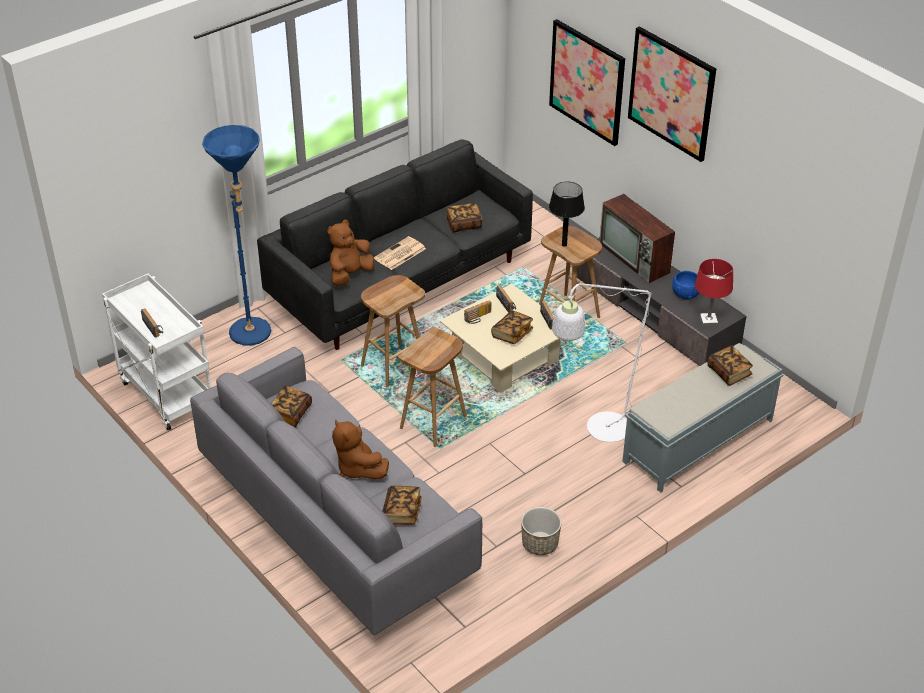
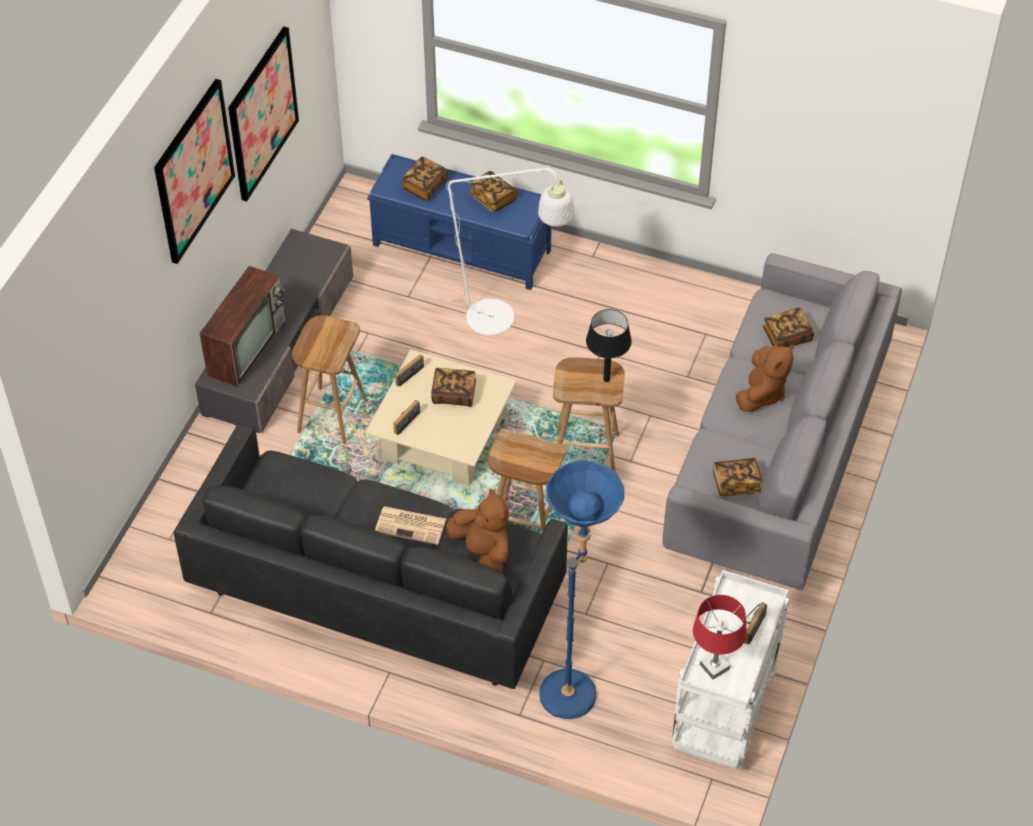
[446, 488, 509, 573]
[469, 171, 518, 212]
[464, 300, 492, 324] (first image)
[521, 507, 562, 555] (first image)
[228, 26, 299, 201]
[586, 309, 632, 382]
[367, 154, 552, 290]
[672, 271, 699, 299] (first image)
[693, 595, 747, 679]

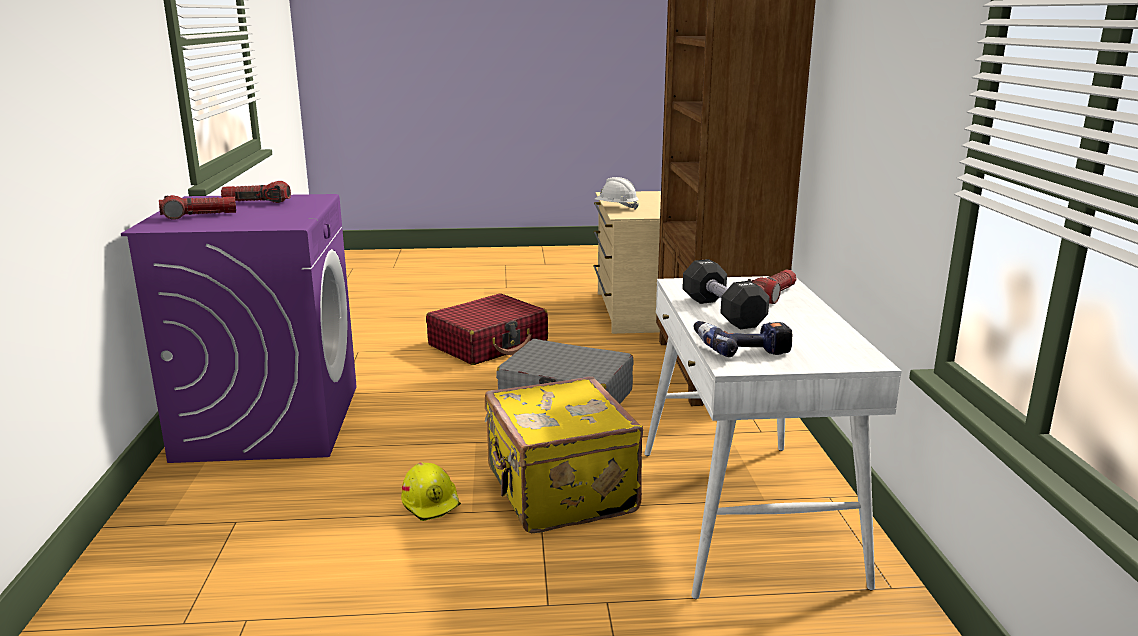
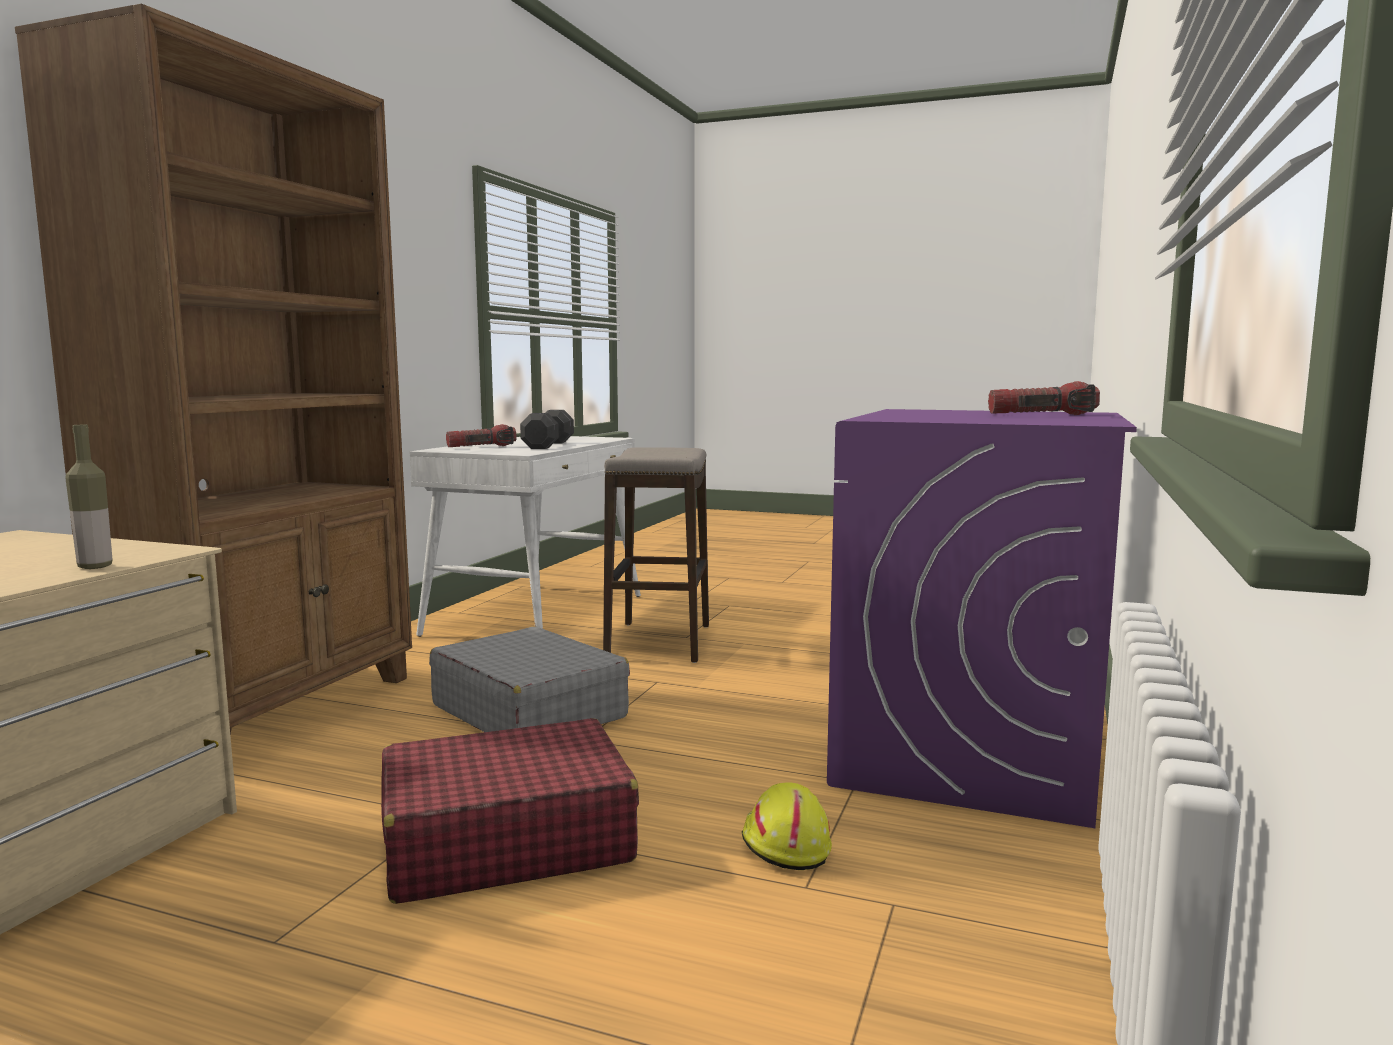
[221, 181, 291, 203] (first image)
[741, 782, 832, 870]
[603, 447, 709, 663]
[65, 425, 112, 569]
[694, 321, 793, 357] (first image)

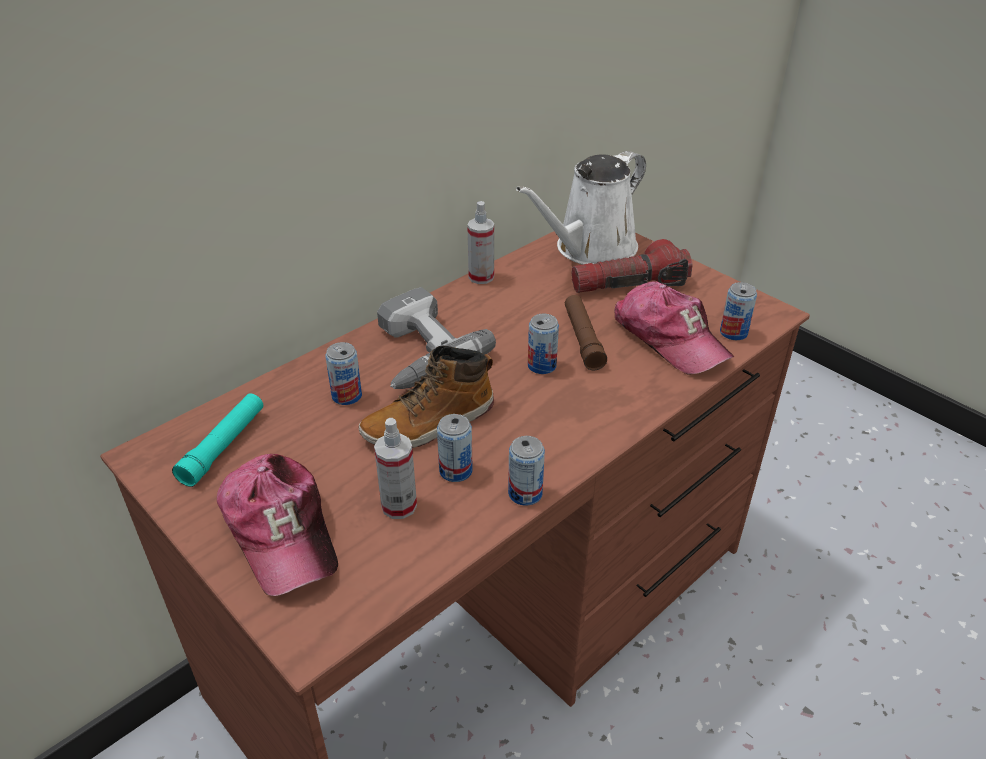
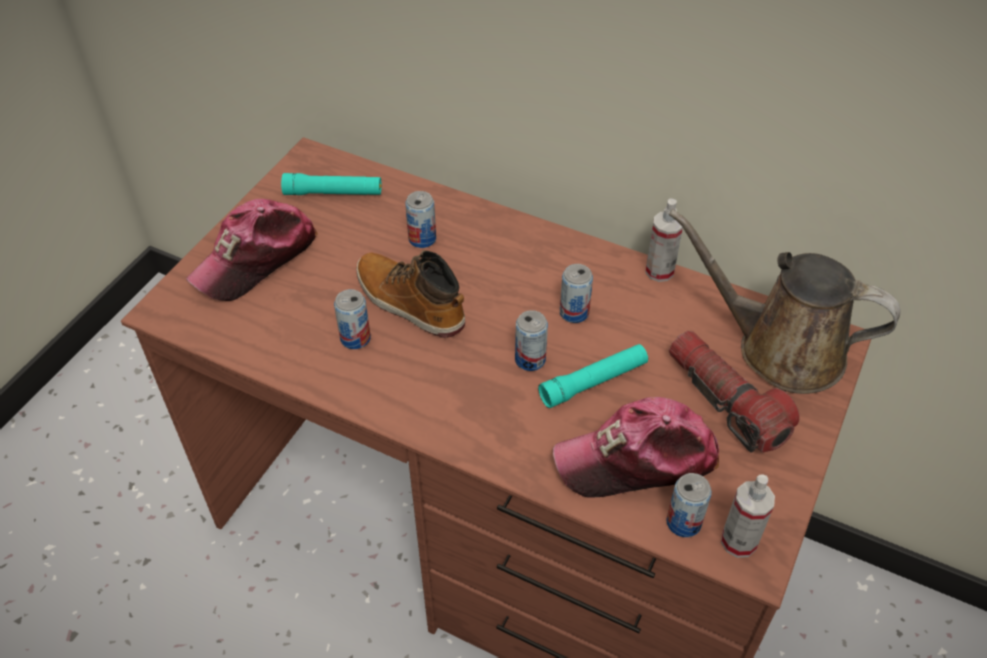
[721, 474, 775, 558]
[377, 287, 496, 389] (first image)
[560, 264, 593, 323]
[669, 209, 900, 394]
[538, 344, 648, 408]
[553, 397, 719, 497]

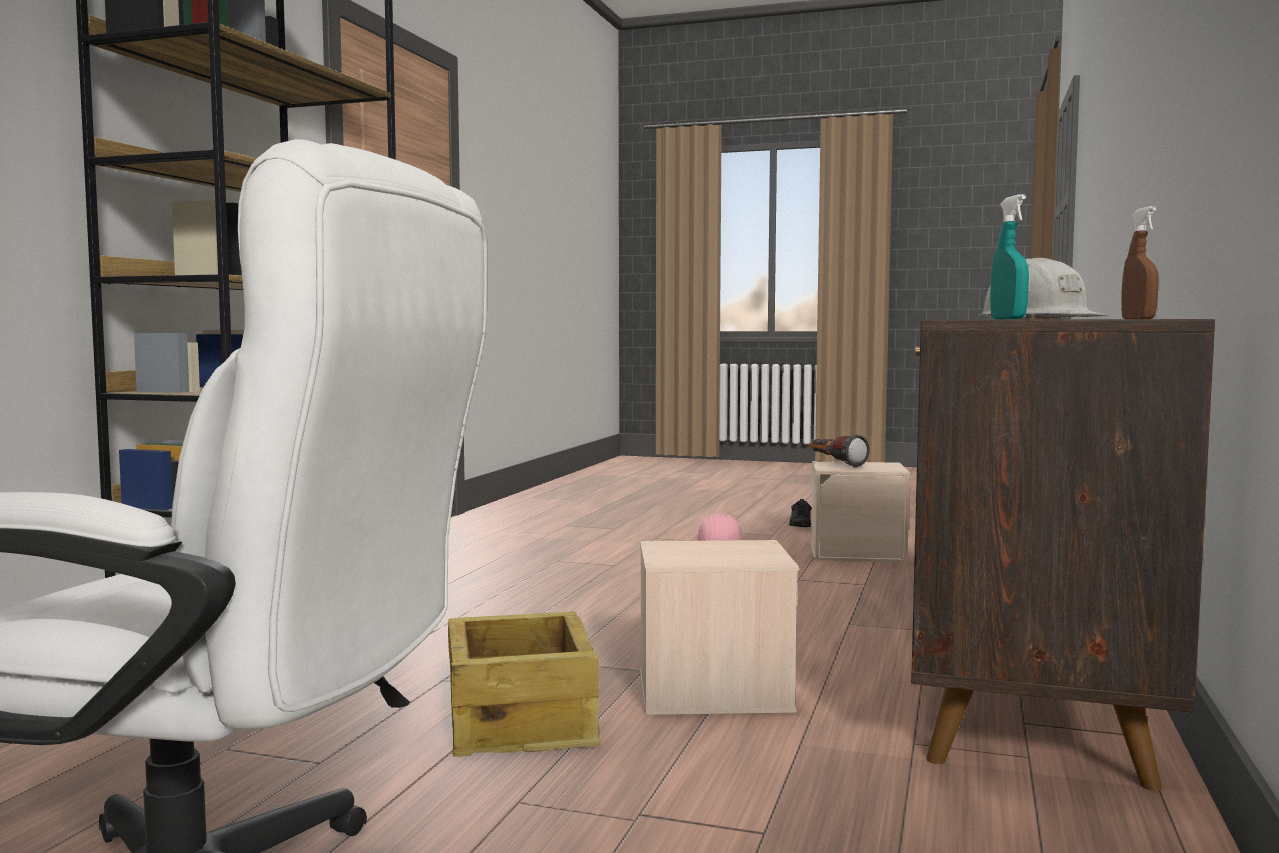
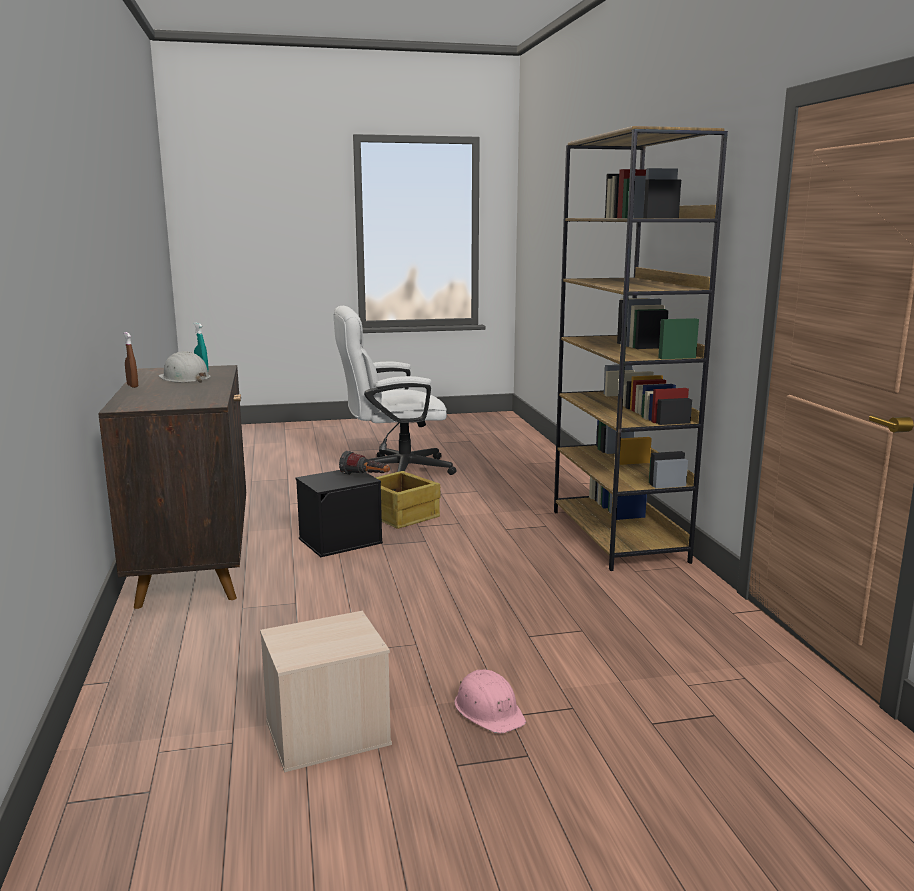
[296, 470, 383, 557]
[789, 499, 812, 527] (first image)
[339, 451, 390, 475]

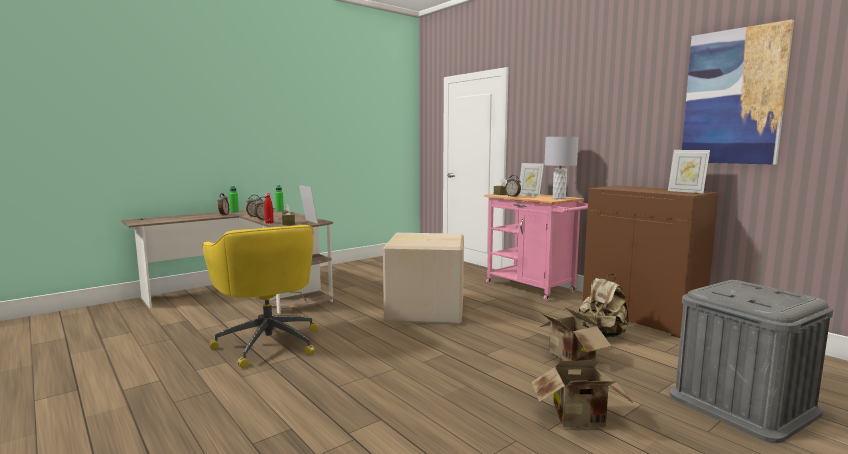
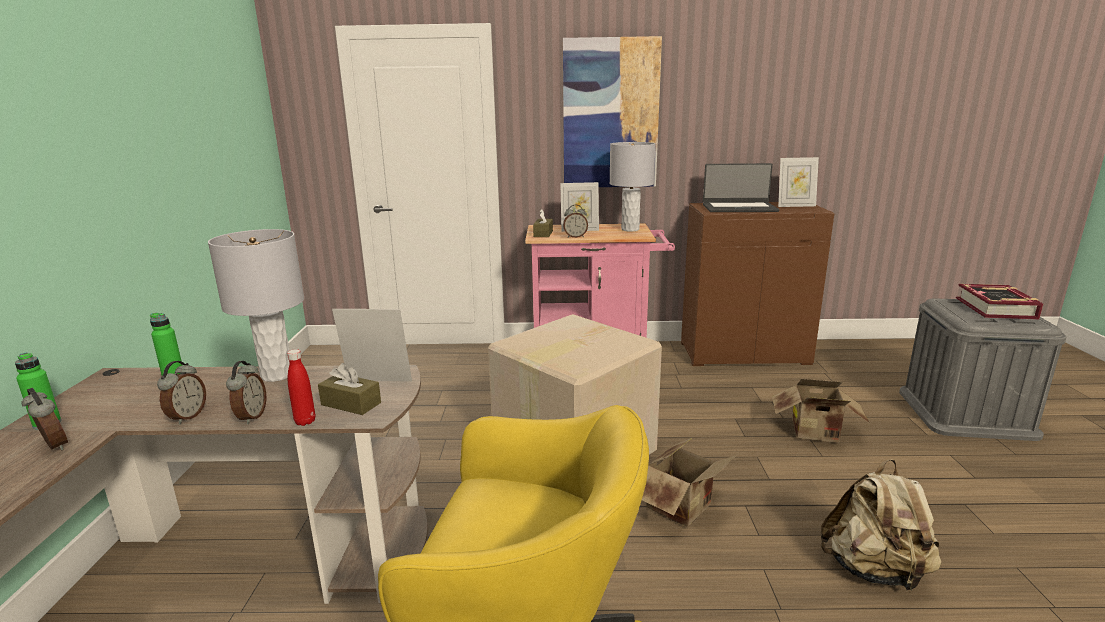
[642, 438, 737, 527]
[821, 459, 942, 592]
[563, 36, 662, 187]
[208, 229, 304, 382]
[703, 163, 780, 212]
[956, 284, 1043, 320]

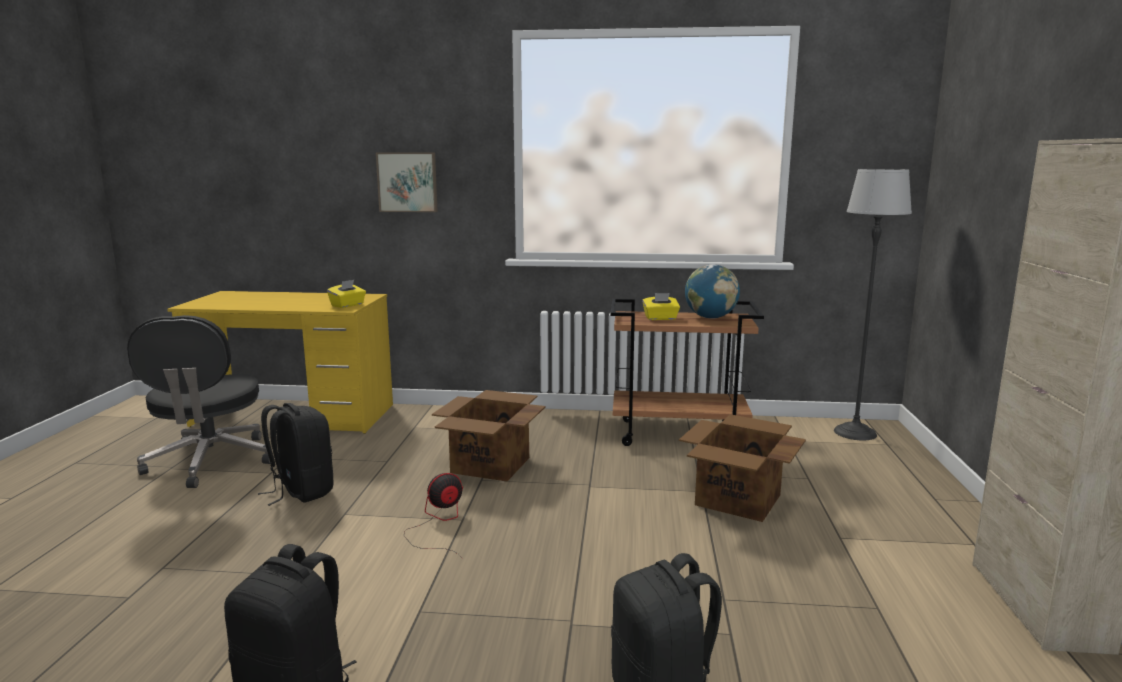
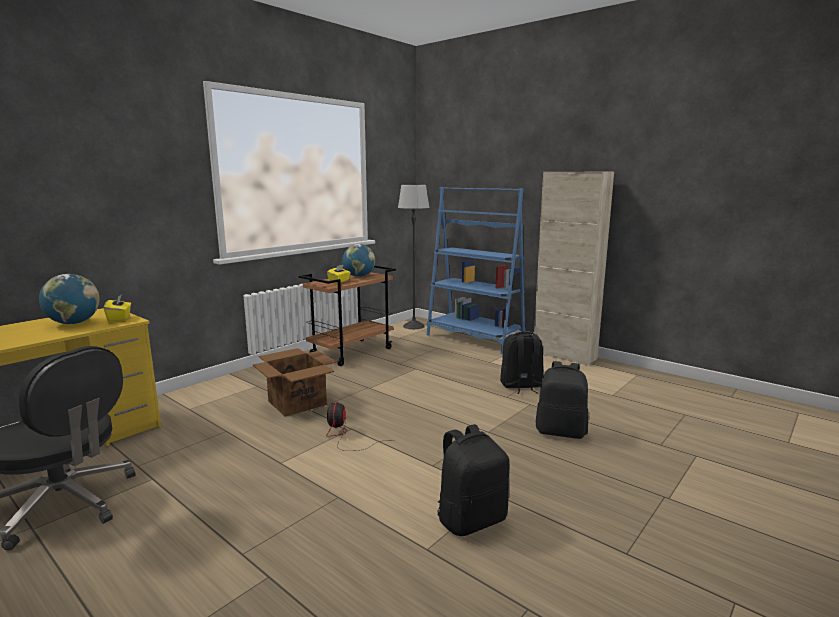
[500, 332, 543, 394]
[376, 153, 438, 212] (first image)
[679, 414, 806, 522] (first image)
[39, 274, 100, 324]
[426, 187, 526, 354]

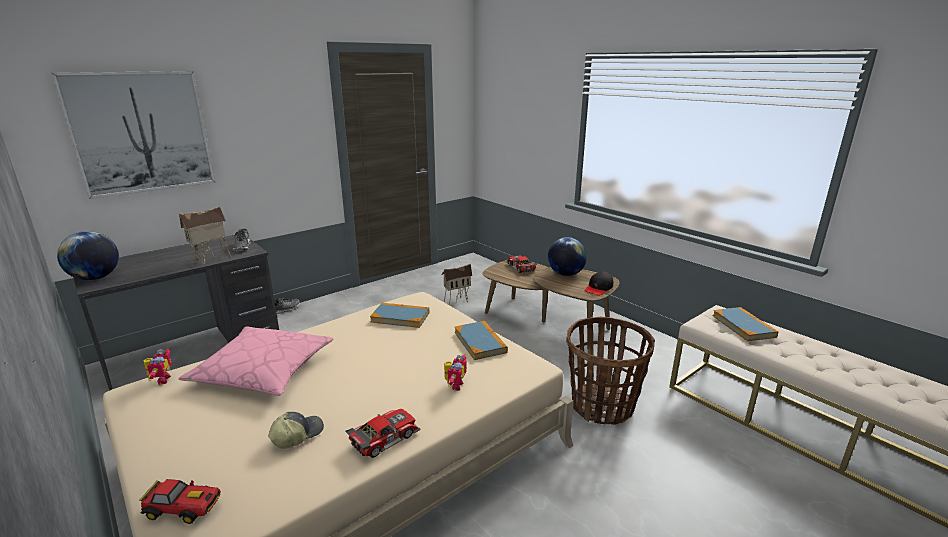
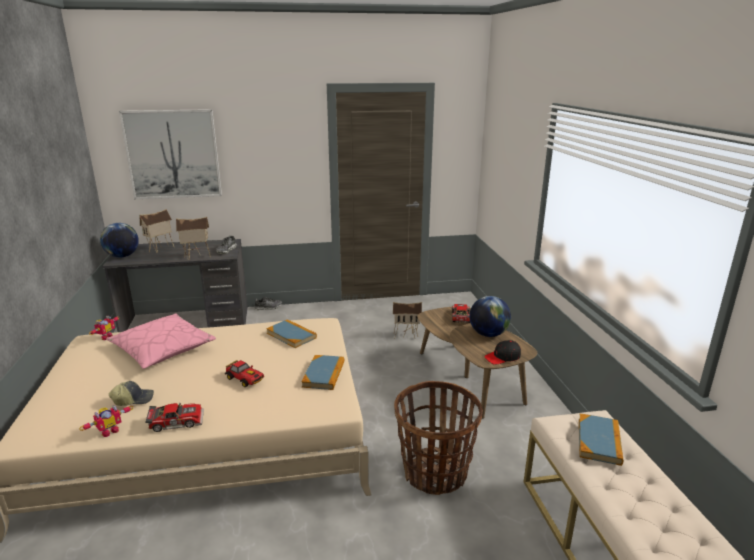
[225, 360, 264, 387]
[79, 405, 134, 437]
[140, 209, 174, 253]

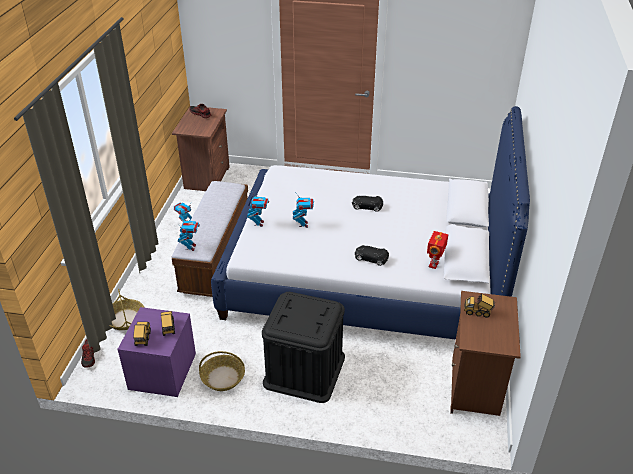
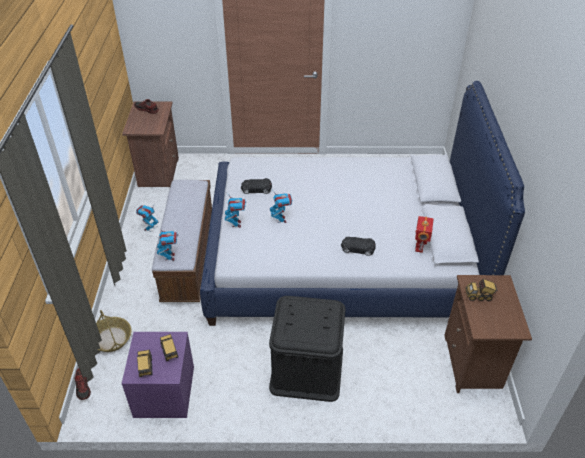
[199, 351, 245, 391] (first image)
[241, 178, 272, 194]

